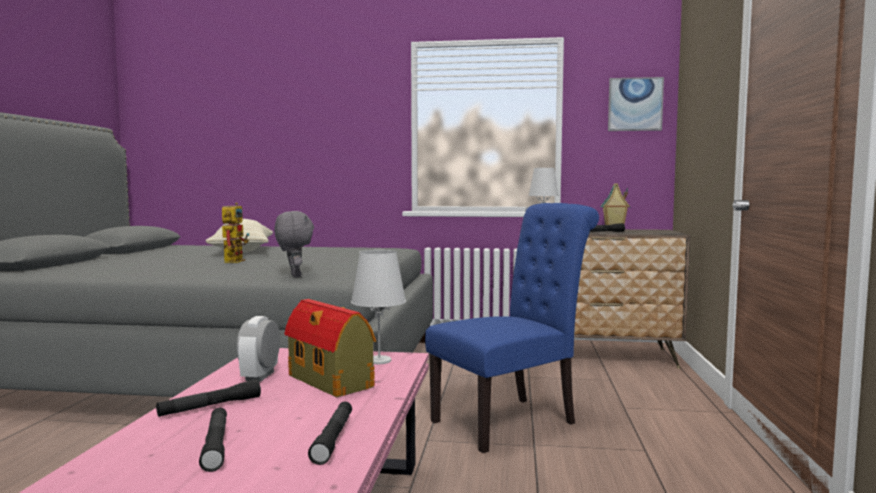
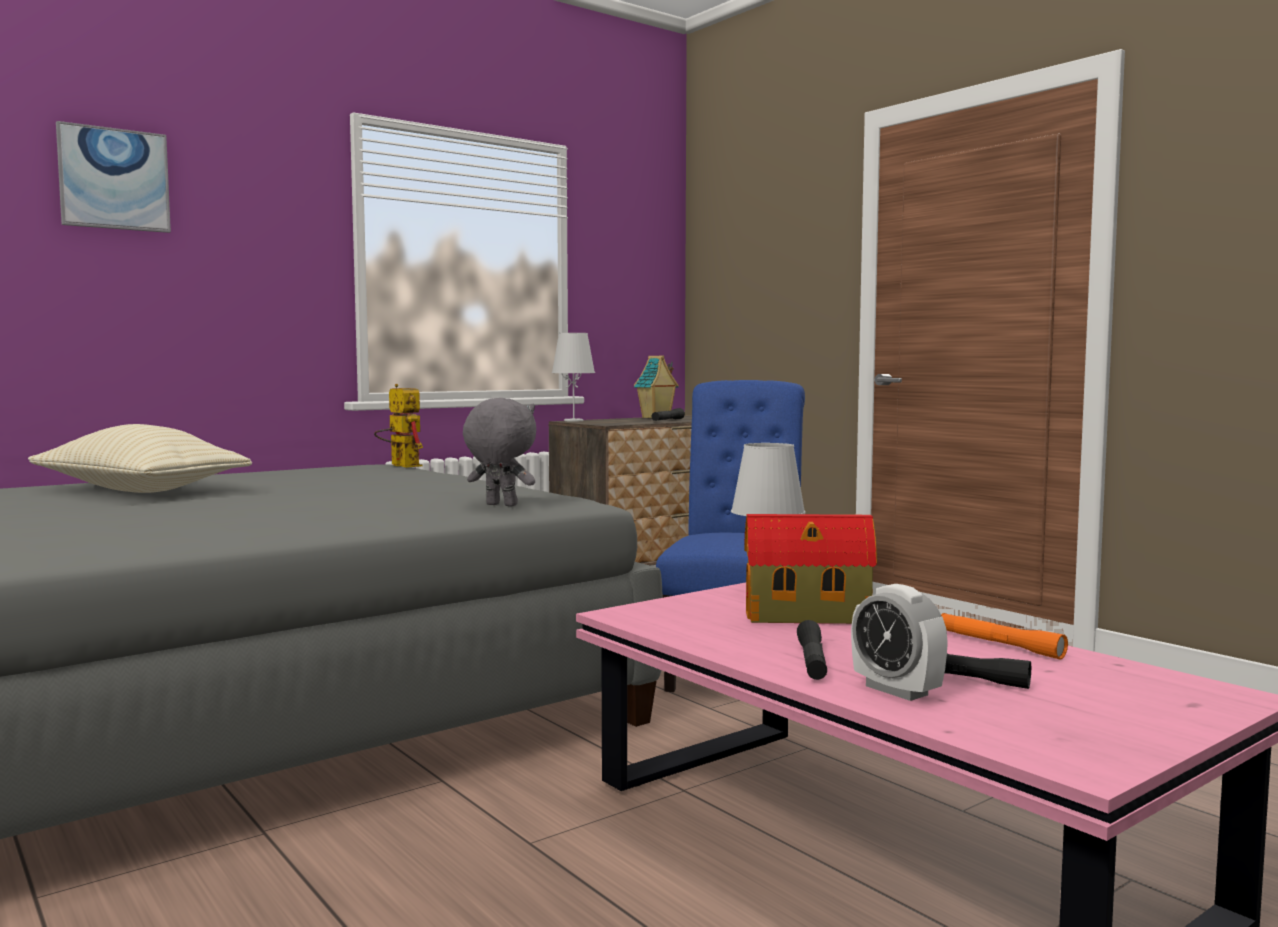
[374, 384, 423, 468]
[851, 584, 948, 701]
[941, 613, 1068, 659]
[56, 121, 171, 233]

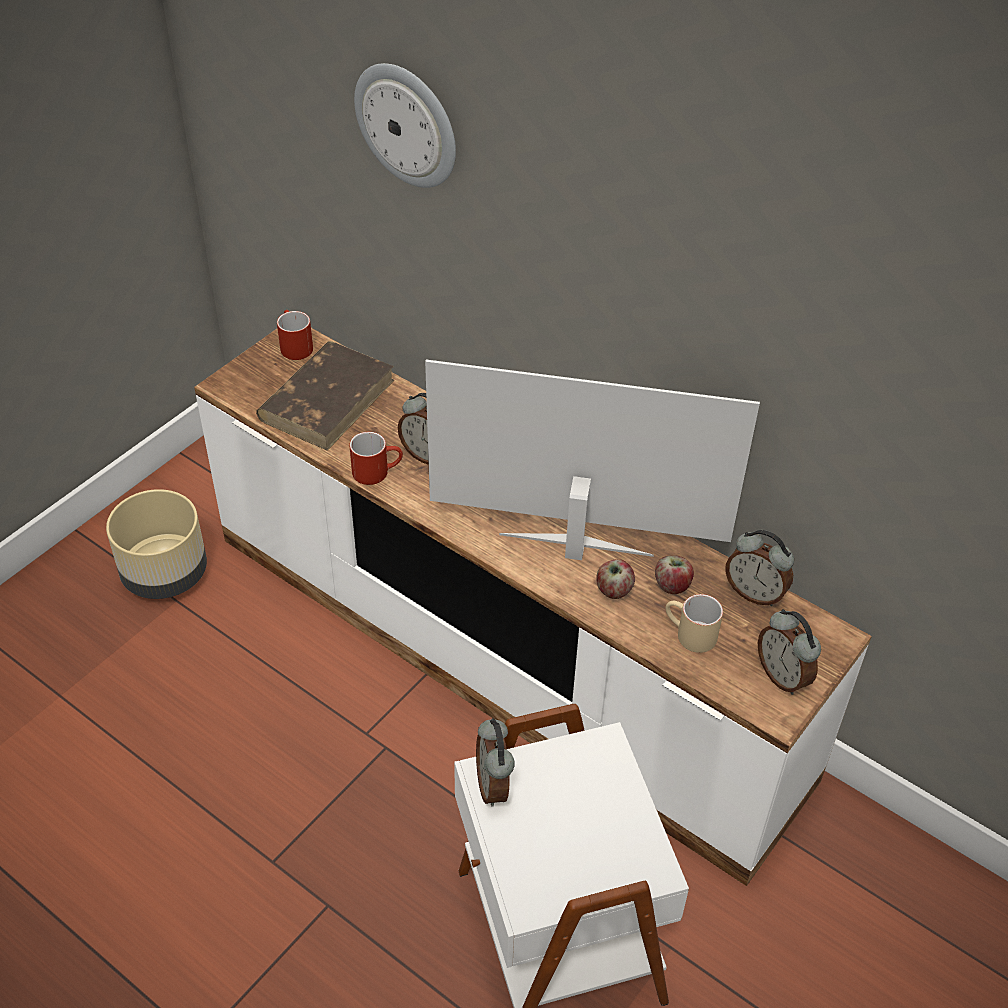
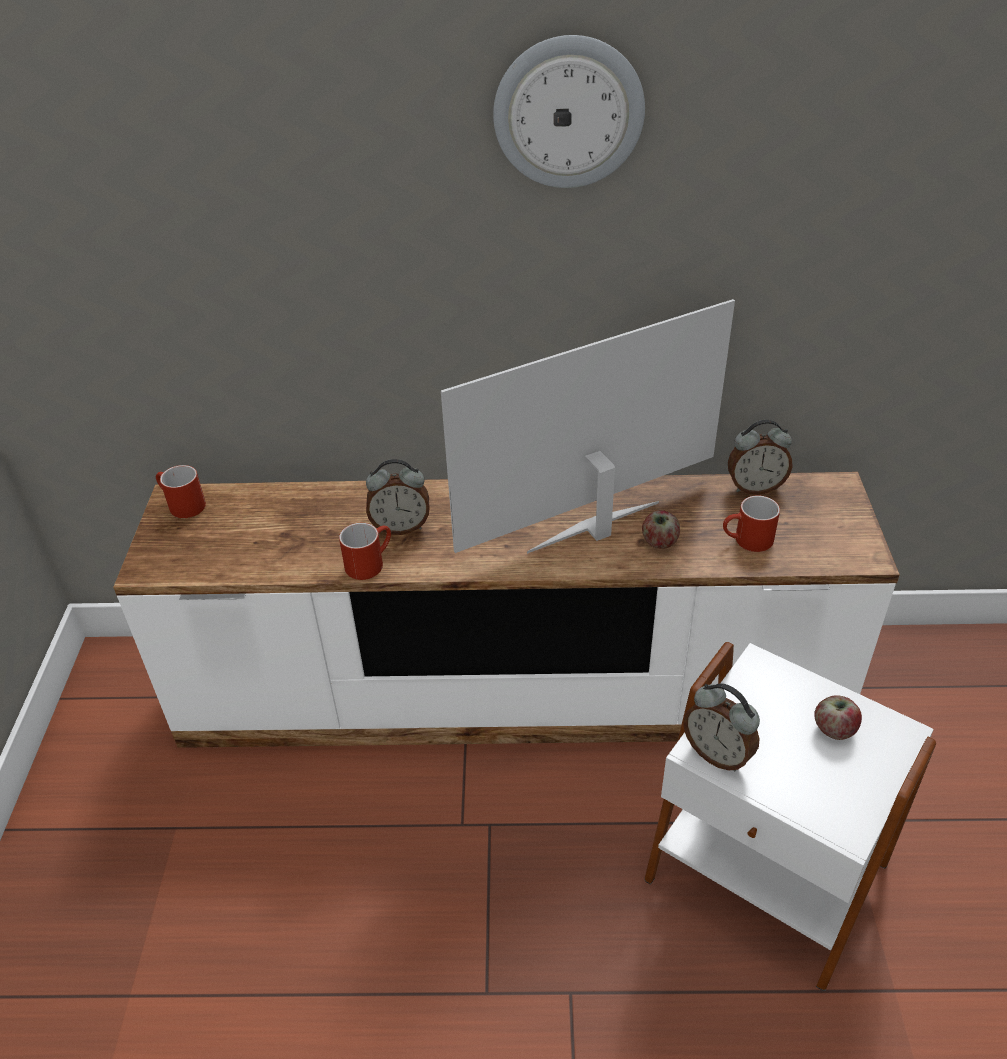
[106, 489, 207, 599] (first image)
[256, 341, 394, 451] (first image)
[493, 35, 645, 188]
[814, 695, 862, 740]
[723, 495, 780, 552]
[758, 609, 821, 695] (first image)

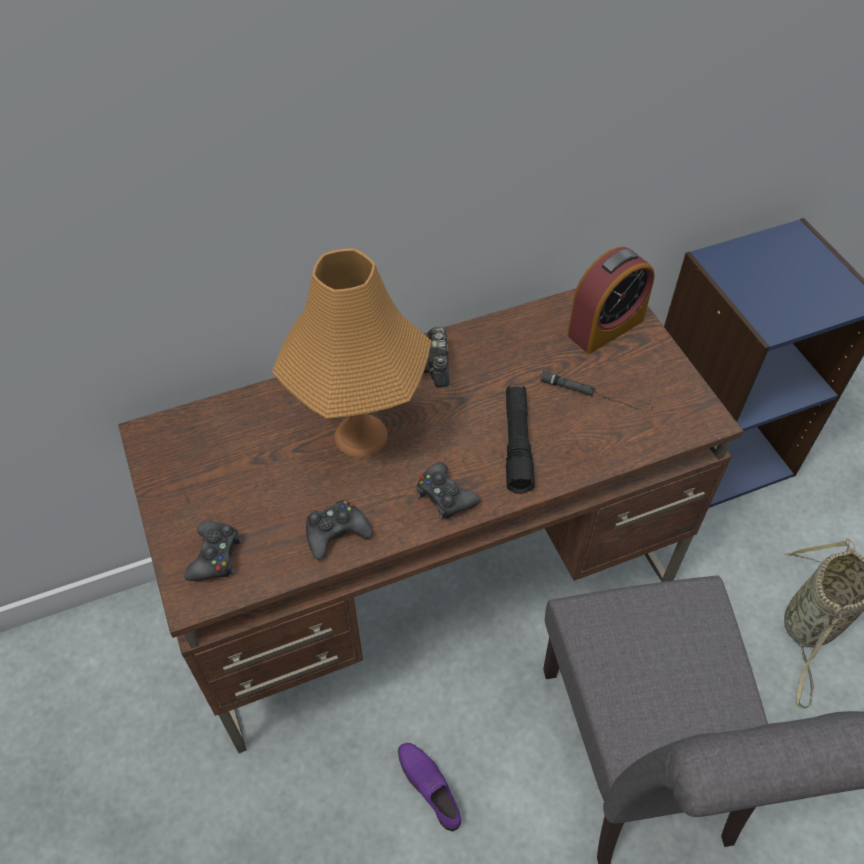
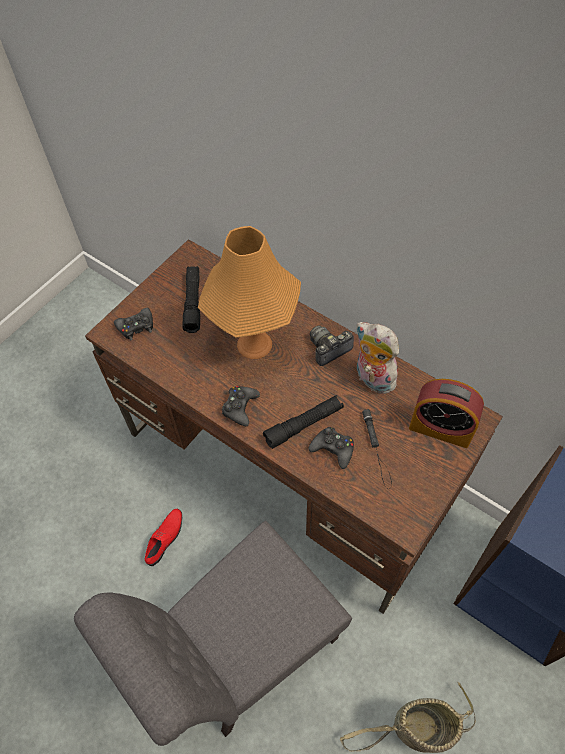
[309, 427, 354, 469]
[145, 508, 182, 566]
[182, 266, 200, 333]
[356, 322, 399, 394]

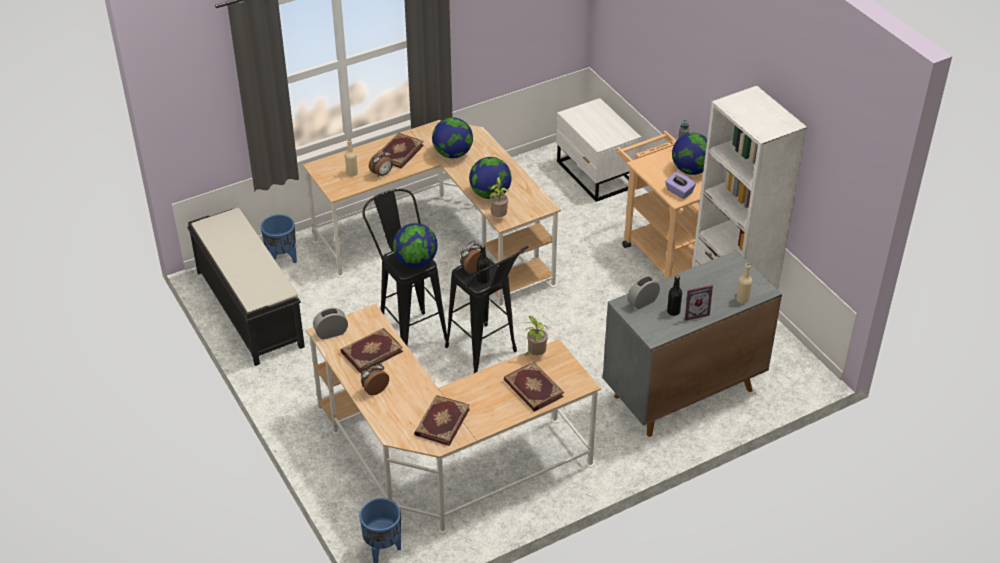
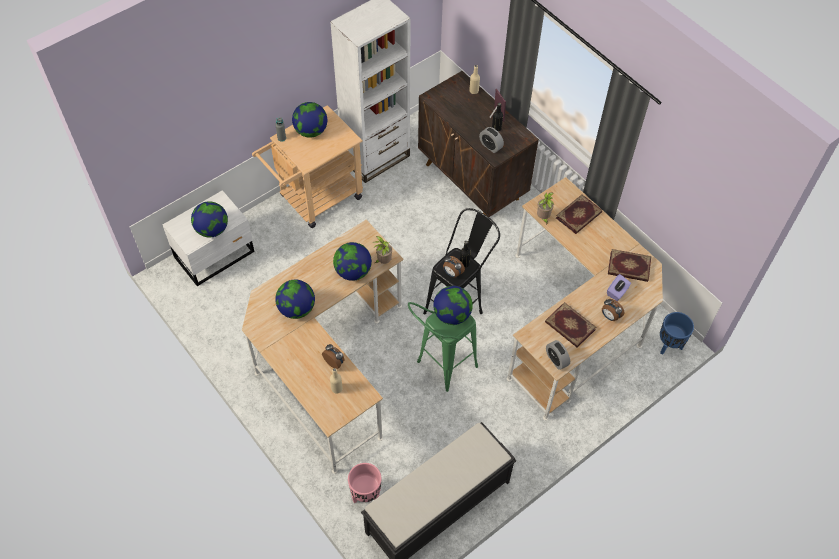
[348, 463, 381, 503]
[408, 302, 478, 392]
[379, 133, 424, 169] (first image)
[418, 71, 539, 217]
[607, 274, 631, 301]
[191, 201, 228, 237]

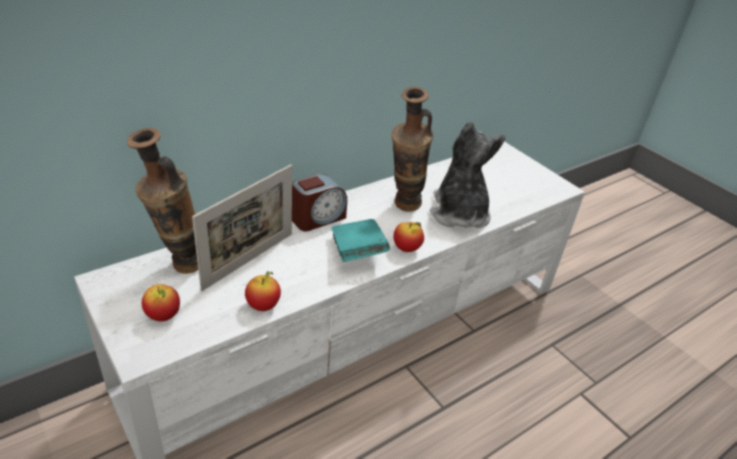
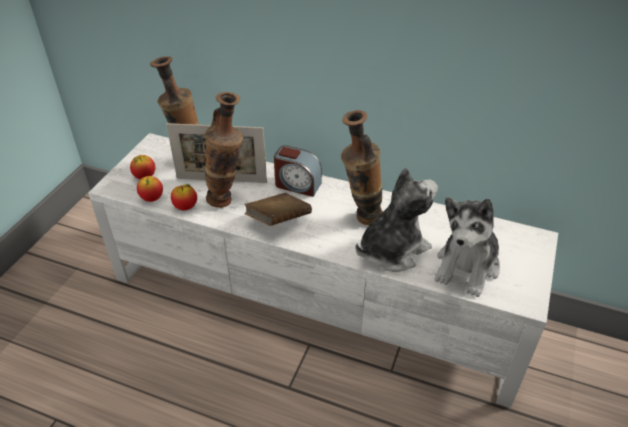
[245, 193, 312, 226]
[137, 176, 163, 202]
[205, 92, 243, 208]
[435, 197, 500, 297]

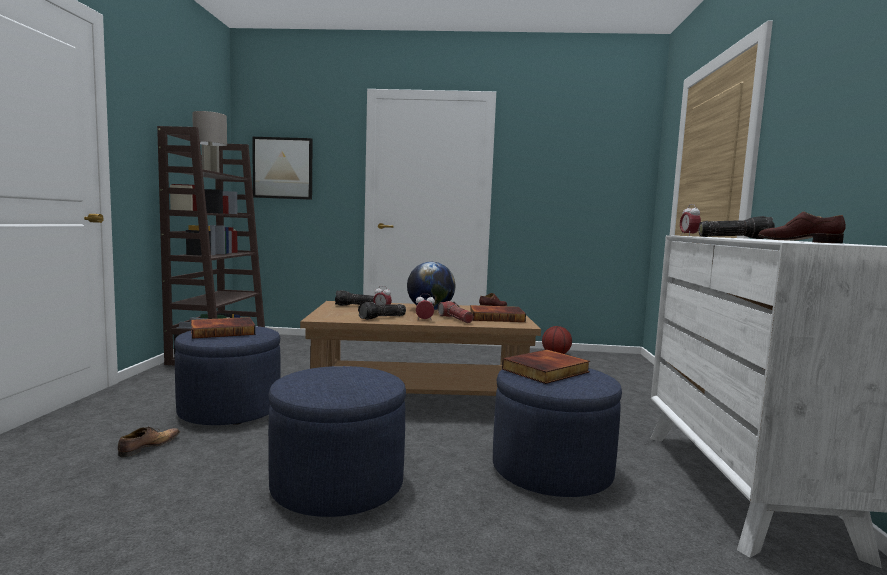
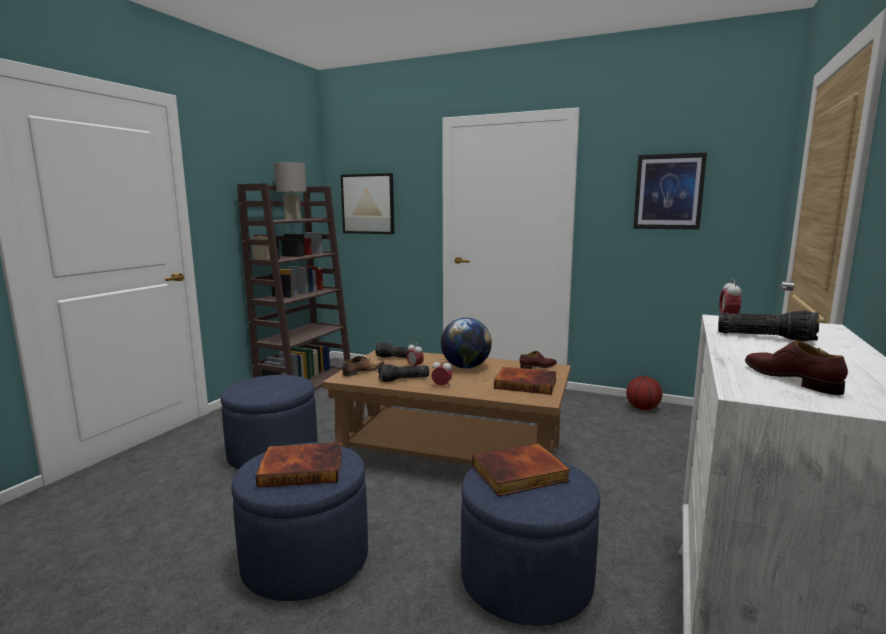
[342, 356, 385, 376]
[255, 442, 342, 488]
[438, 301, 474, 323] (first image)
[633, 152, 707, 230]

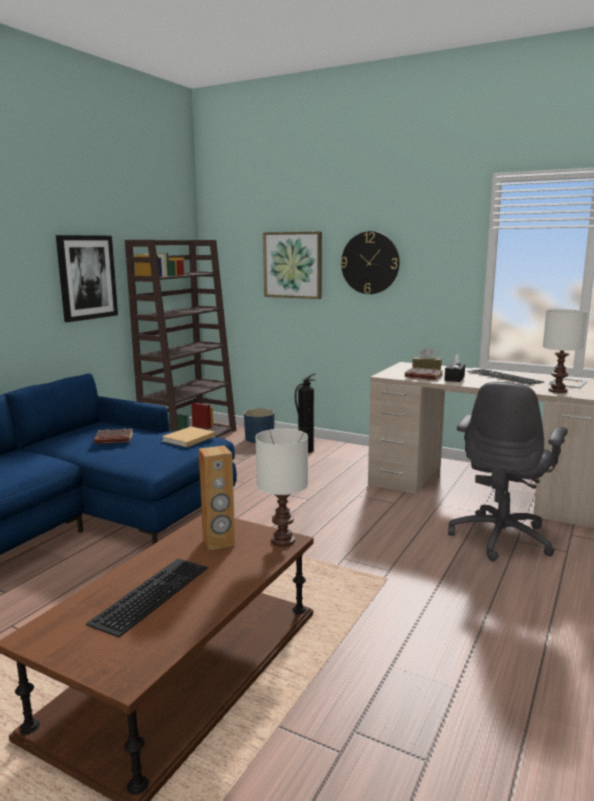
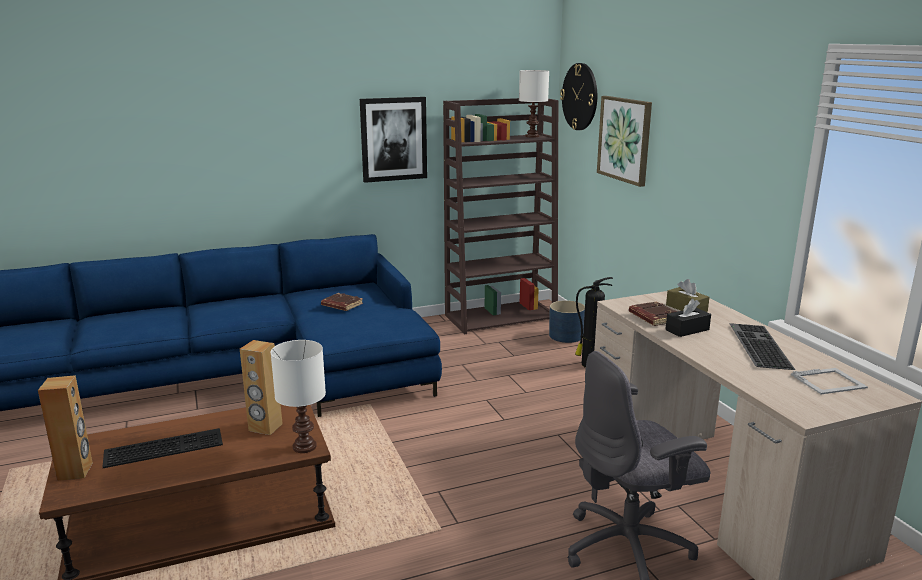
[162, 426, 215, 447] (first image)
[560, 63, 597, 130]
[519, 70, 549, 138]
[38, 375, 93, 481]

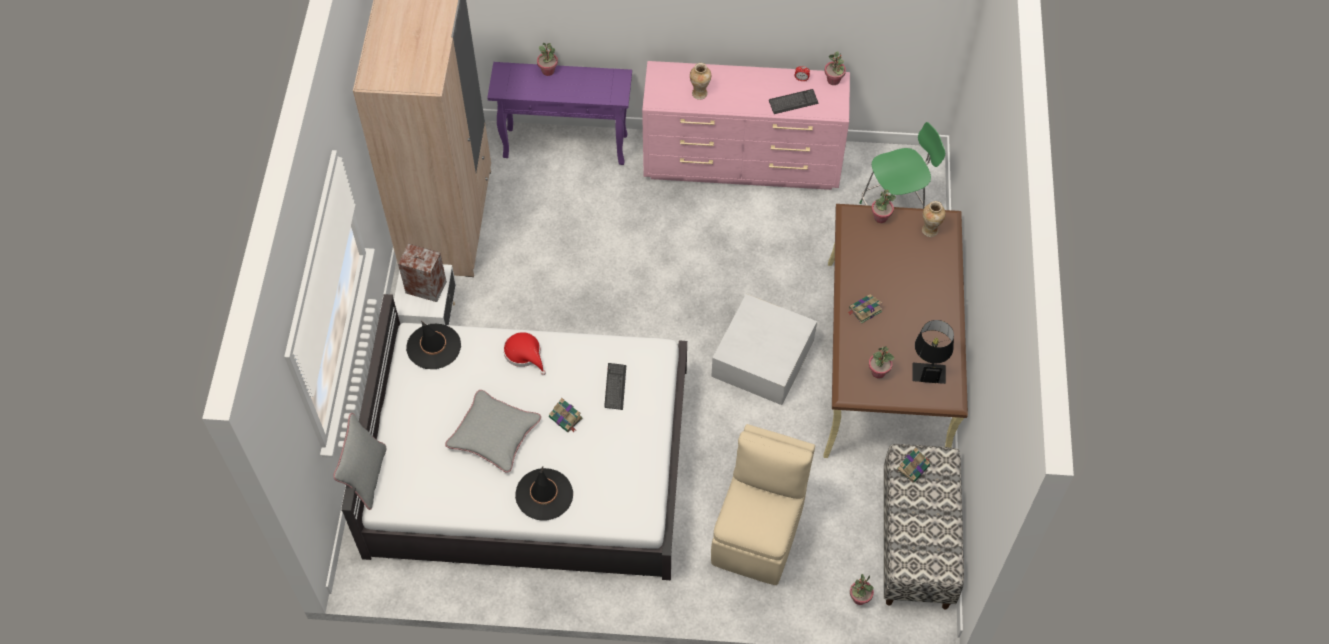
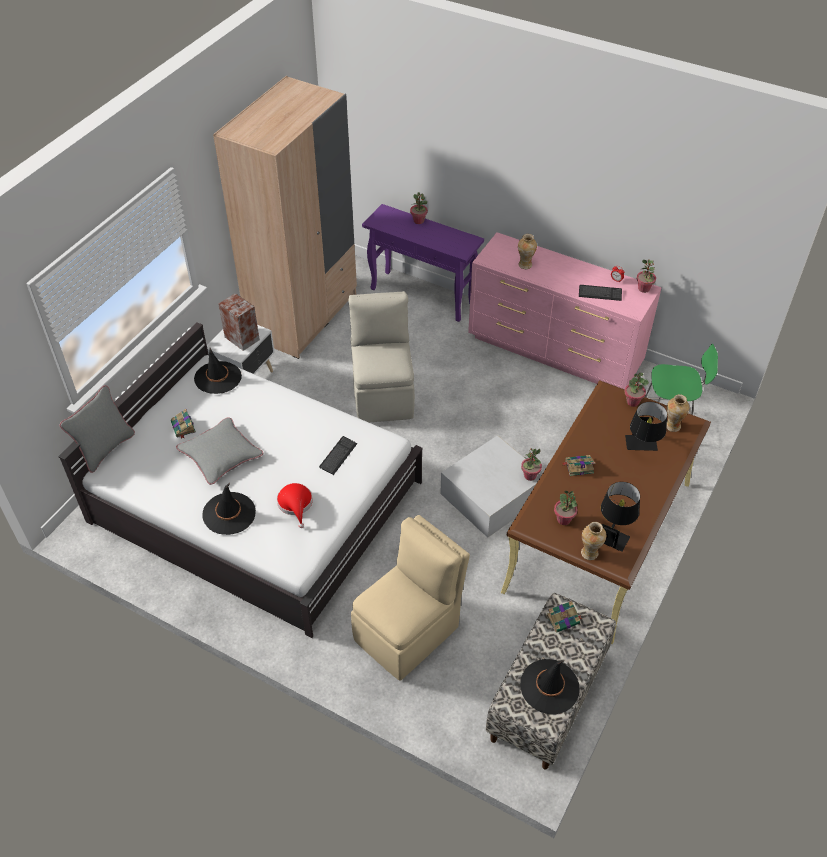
[277, 483, 313, 528]
[171, 409, 196, 439]
[521, 448, 542, 481]
[348, 291, 415, 422]
[520, 659, 579, 714]
[581, 522, 606, 560]
[625, 402, 667, 451]

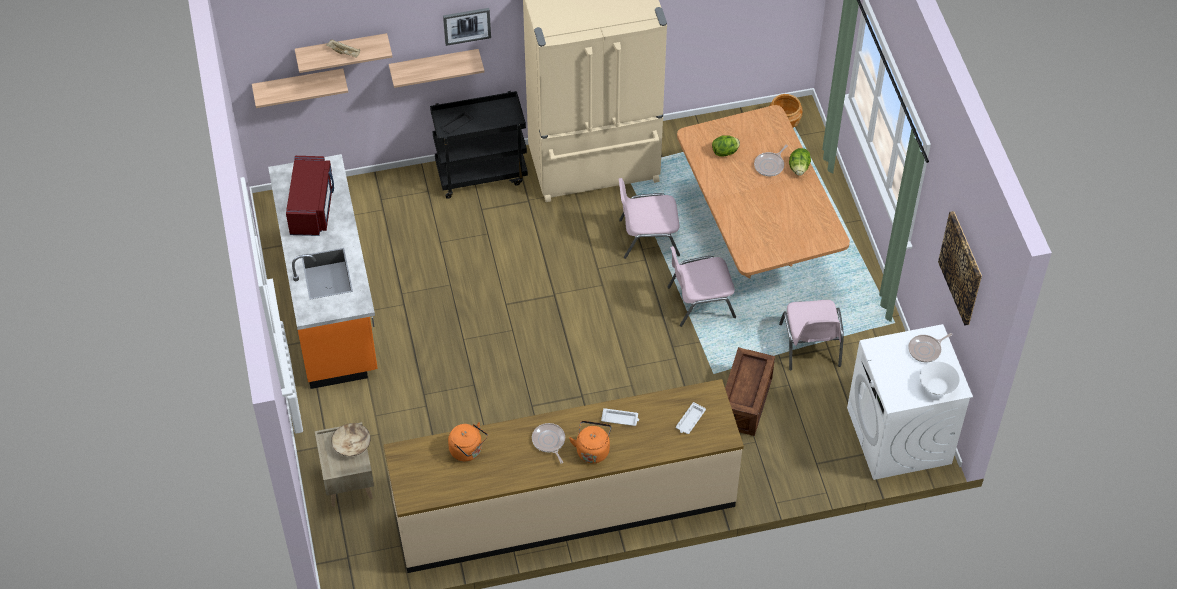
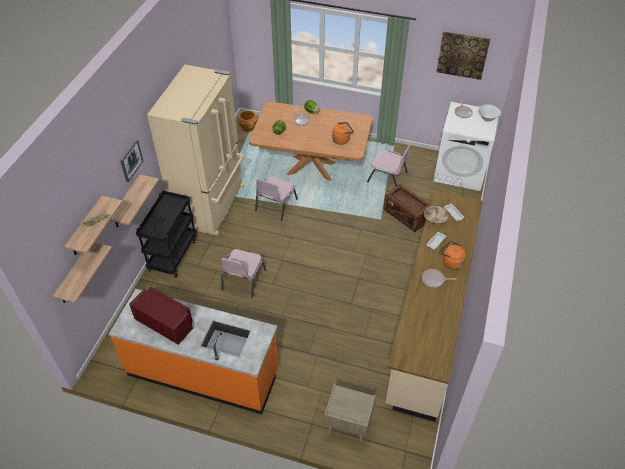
[424, 205, 449, 224]
[332, 122, 354, 145]
[221, 249, 266, 298]

